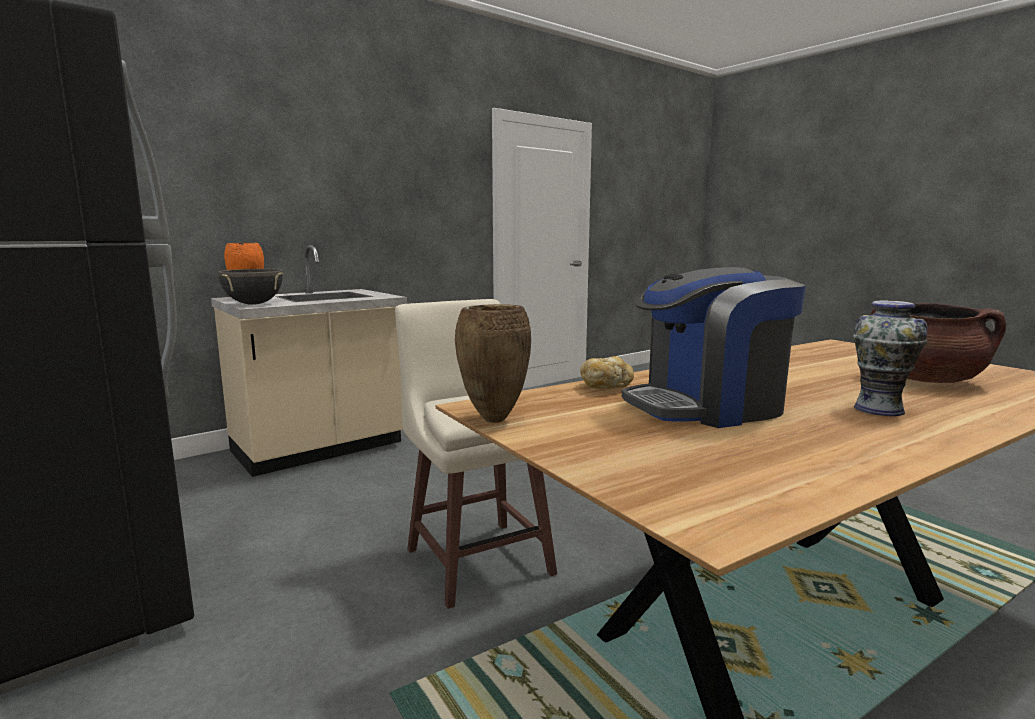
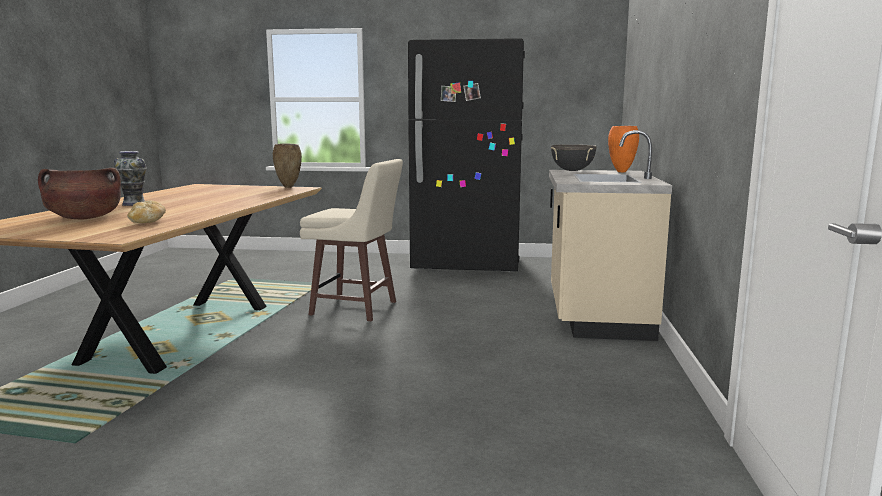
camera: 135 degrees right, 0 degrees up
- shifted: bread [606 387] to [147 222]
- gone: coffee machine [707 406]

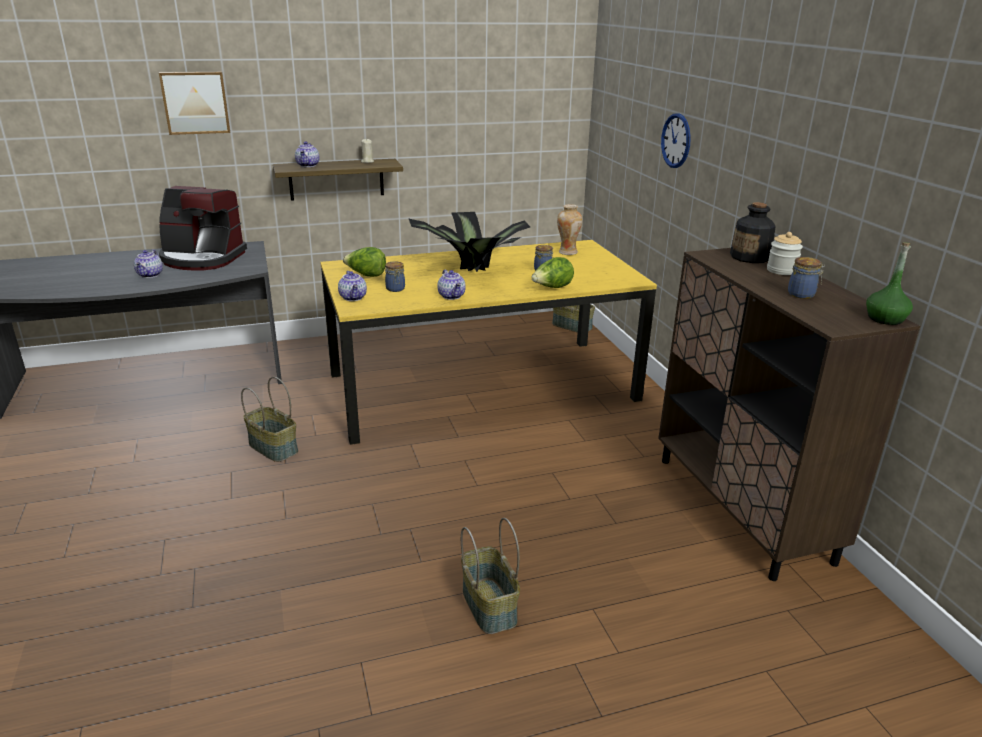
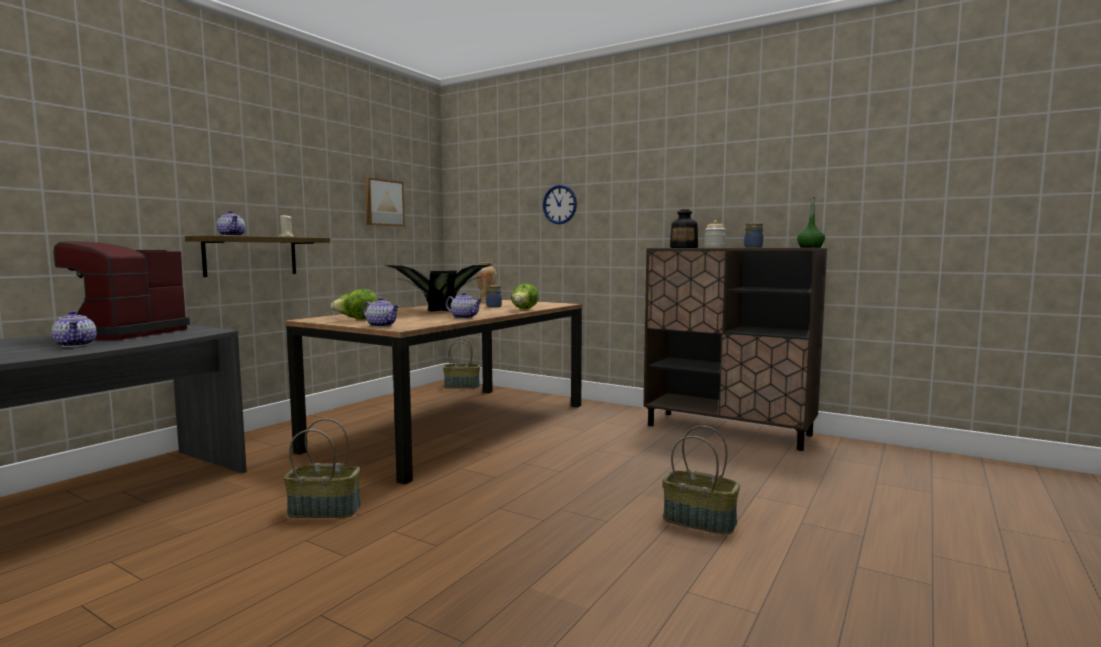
camera: 40 degrees left, 20 degrees down
- rotated: coffee machine [202 258] = [123 333] 135 degrees clockwise
- repainted: dining table in yellow [483 386] to dining table in brown [456 426]
- shifted: picture [195 102] to [383 203]
- gone: jar [395 289]

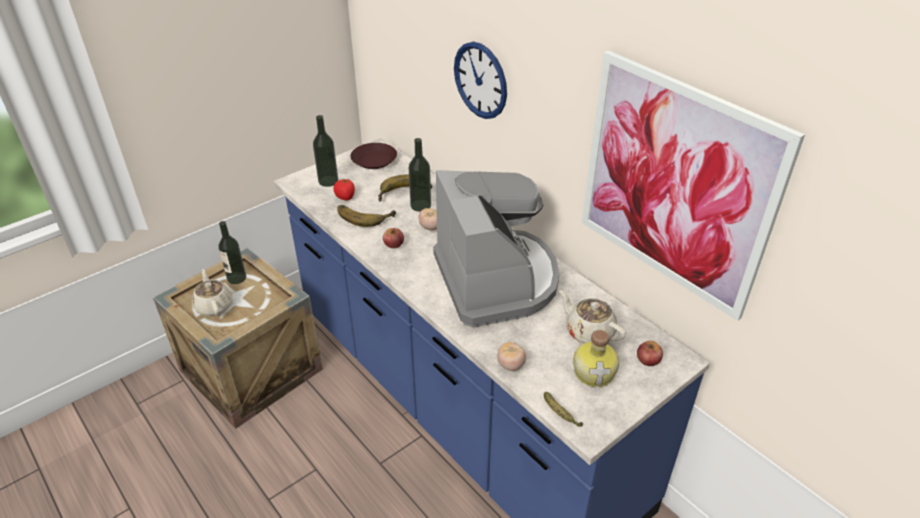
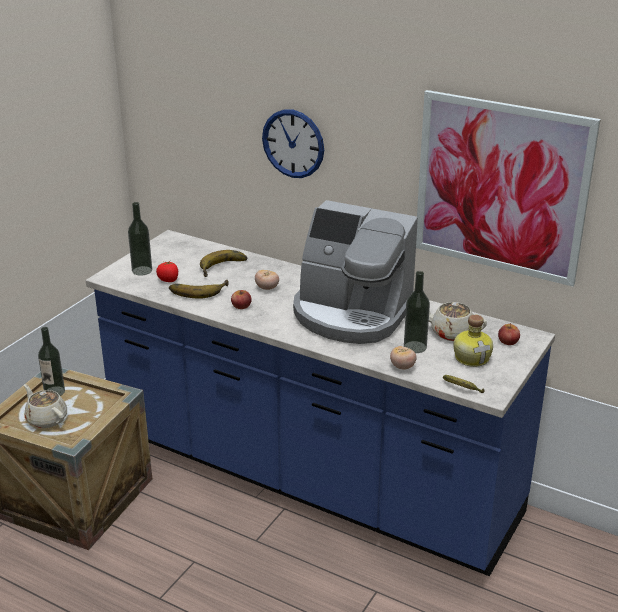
camera: 20 degrees left, 10 degrees down
- rotated: coffee machine [496 280] = [351 314] 150 degrees clockwise
- shifted: bottle [420 205] to [415 347]
- gone: plate in brown [373 160]

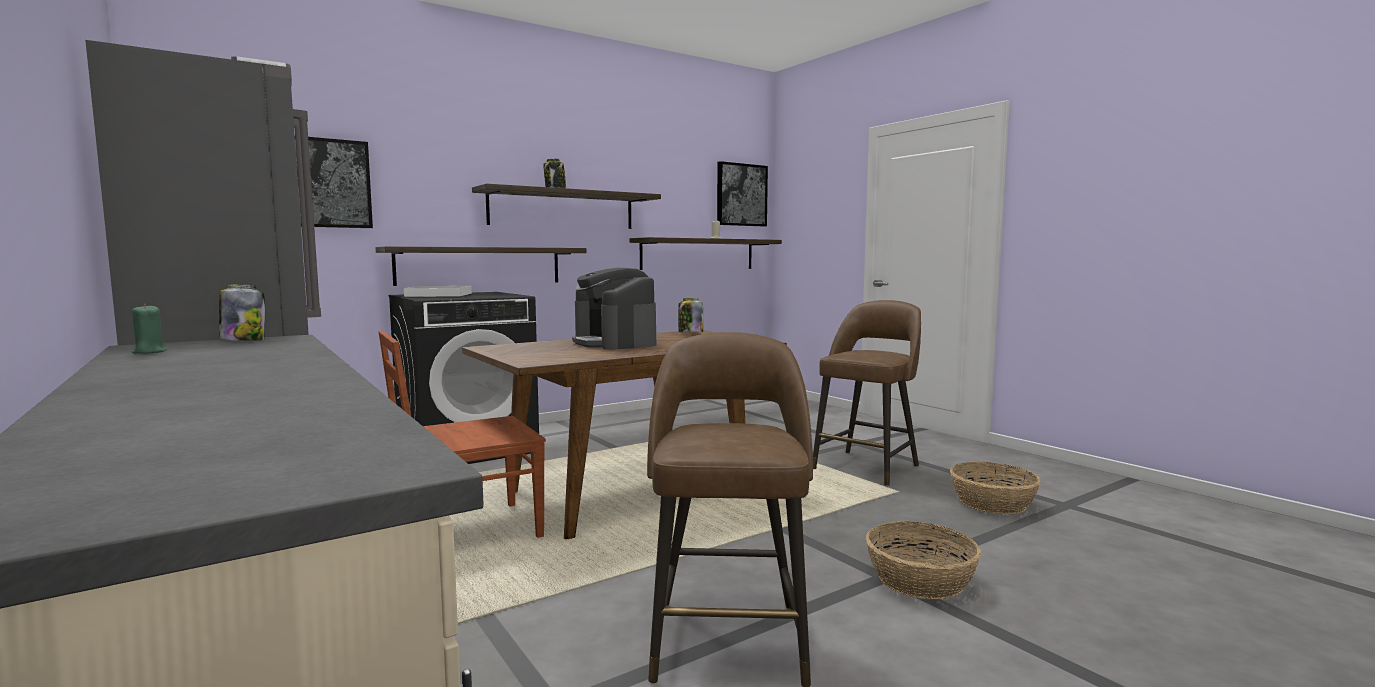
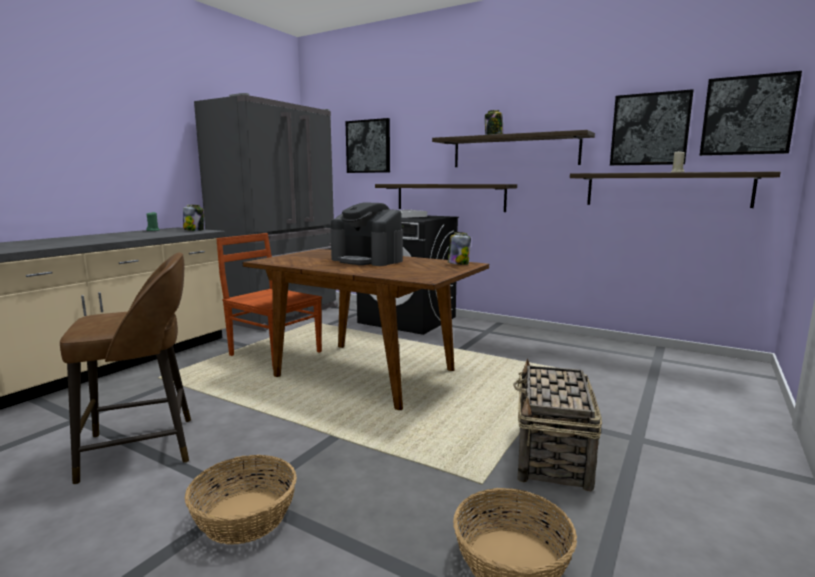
camera: 65 degrees right, 5 degrees up
- rotated: coffee machine [615 343] = [368 260] 90 degrees counterclockwise
- swapped: stool in brown [867 467] to basket [552 456]
- new: picture [650 129]

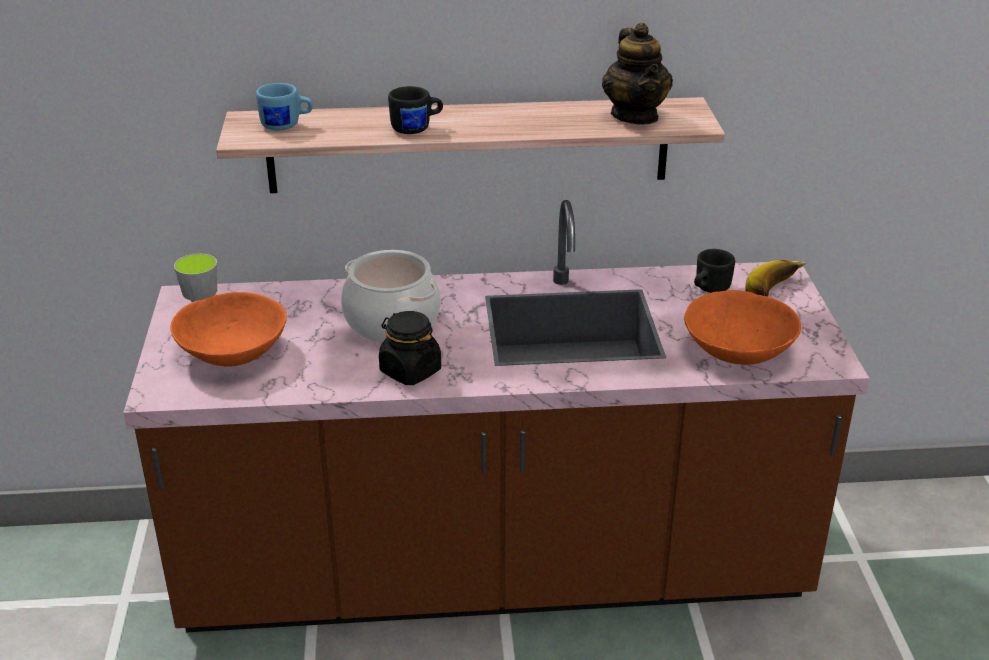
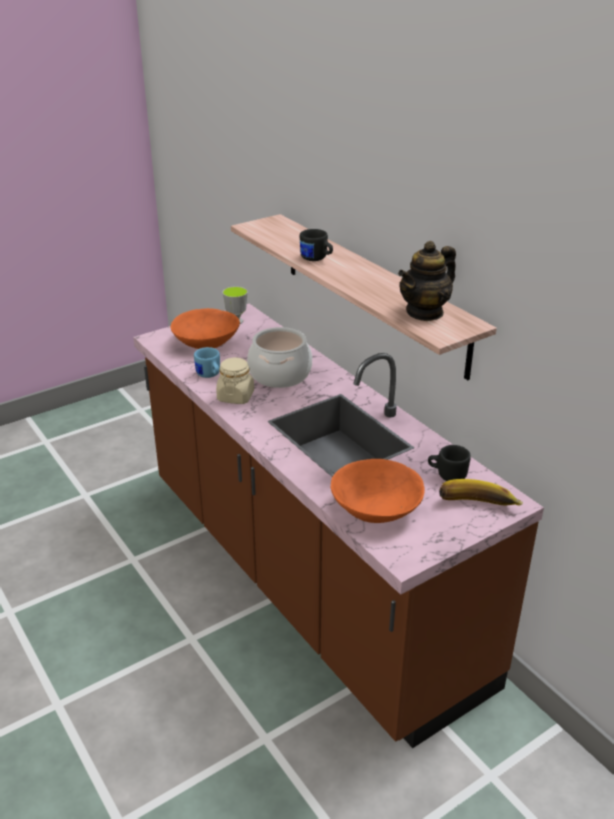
camera: 60 degrees right, 0 degrees up
- shifted: mug in blue [286 125] to [209 375]
- repainted: jar in black [410 371] to jar in beige [235 396]

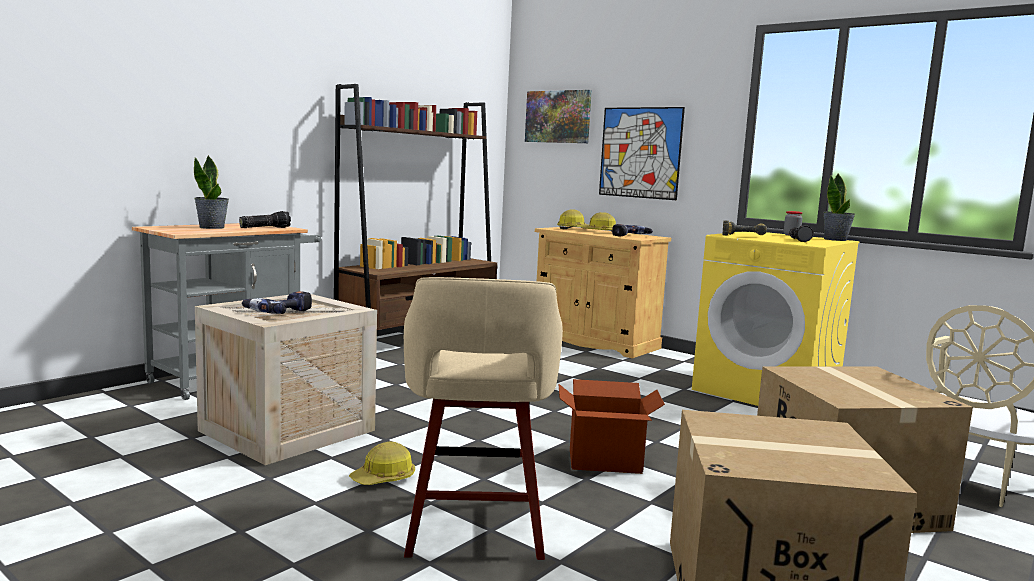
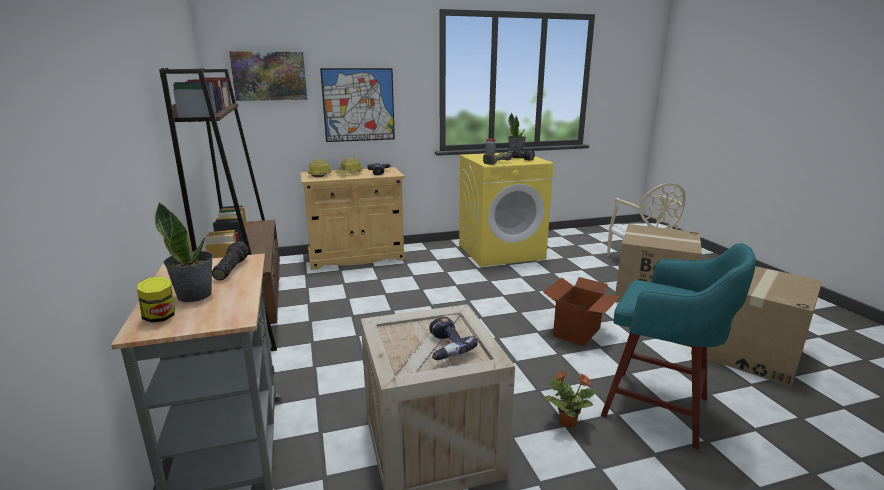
camera: 55 degrees left, 10 degrees up
- new: jar [160 317]
- swapped: hard hat [384 478] to potted plant [566 422]
- repainted: stool in beige [474 527] to stool in turquoise [659 408]

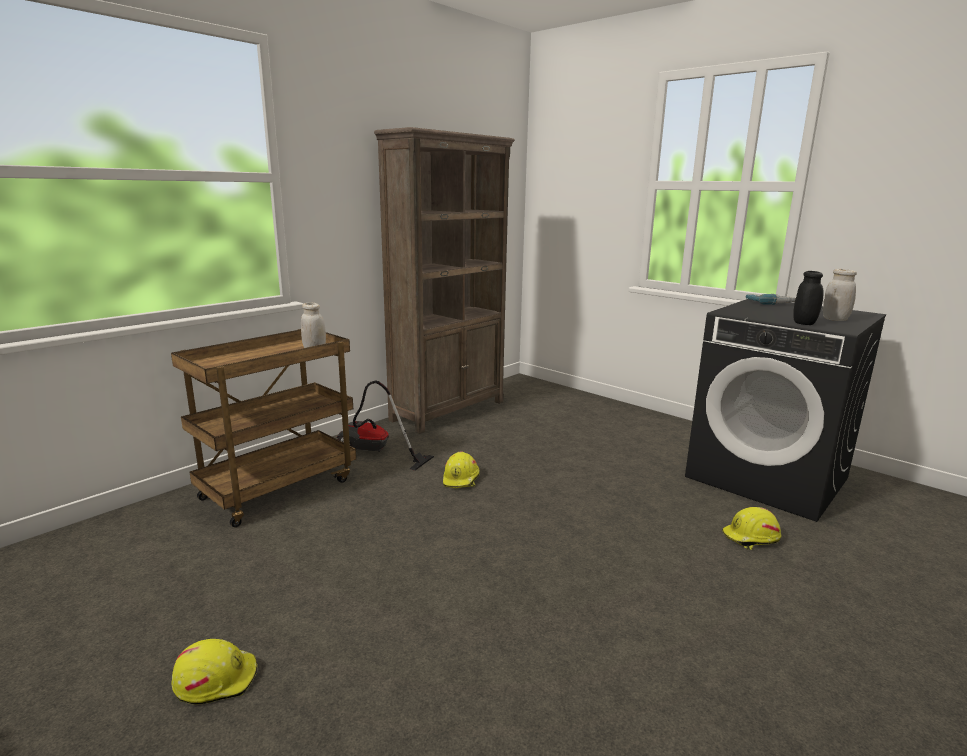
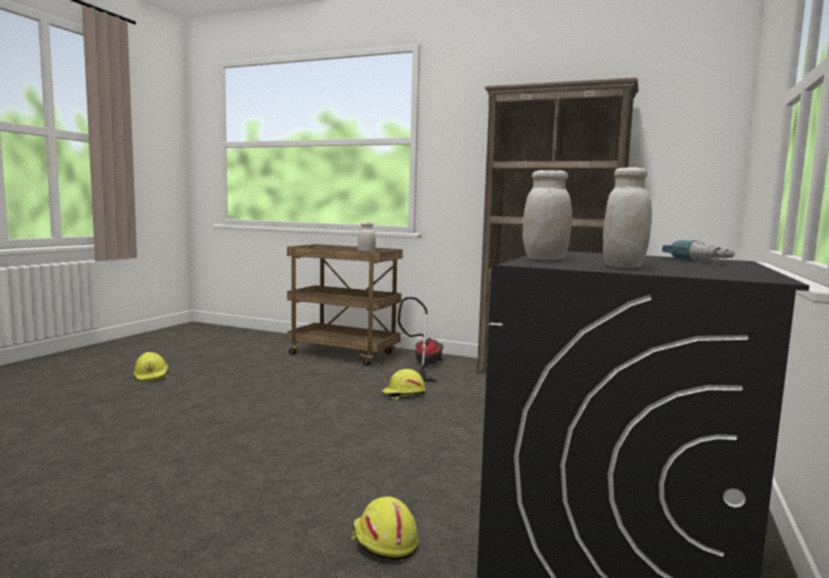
camera: 70 degrees right, 10 degrees down
- repainted: jar in black [804 323] to jar in white [545 259]

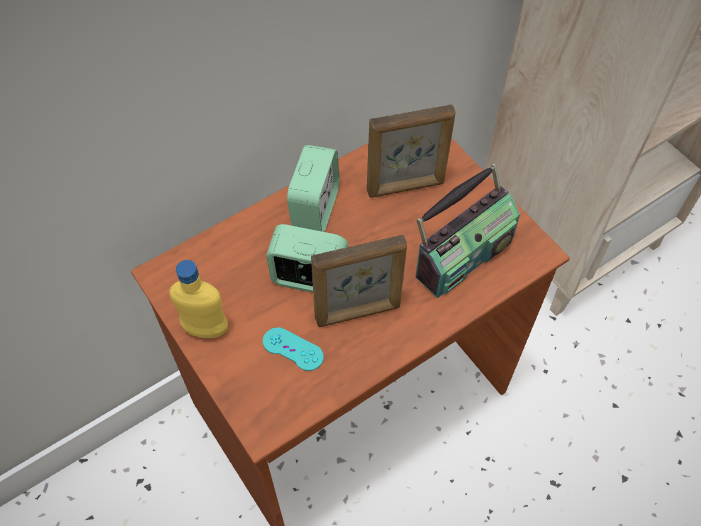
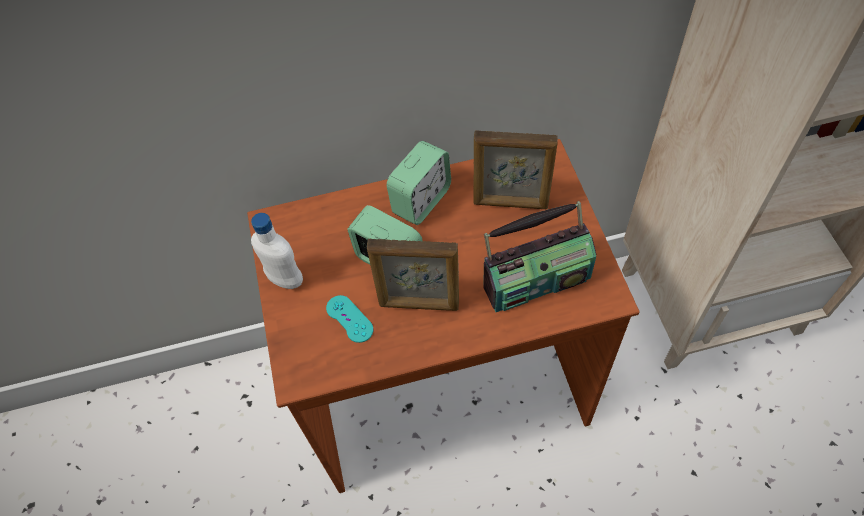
camera: 25 degrees right, 0 degrees up
- repainted: bottle in yellow [206 329] to bottle in white [285 279]

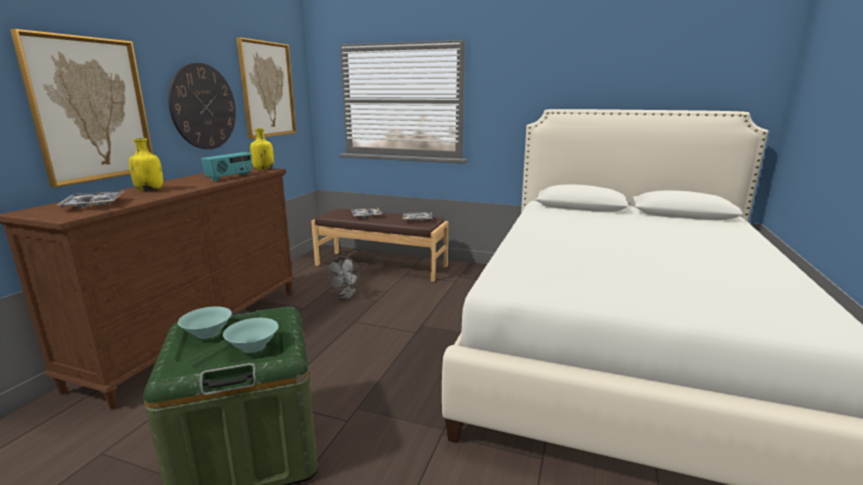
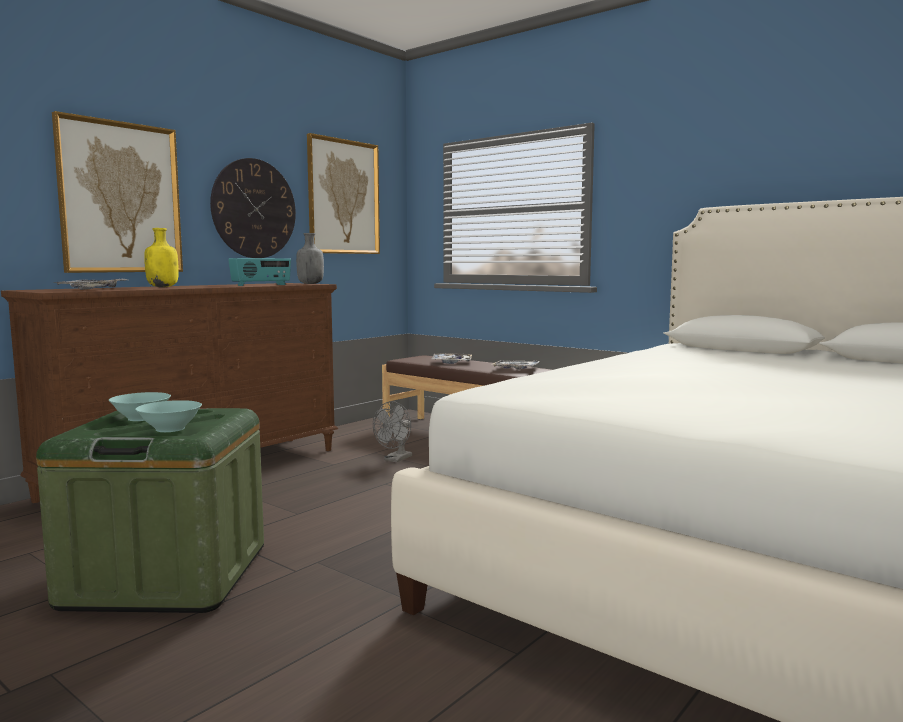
camera: 20 degrees right, 10 degrees down
- repainted: bottle in yellow [263 169] to bottle in grey [310 283]

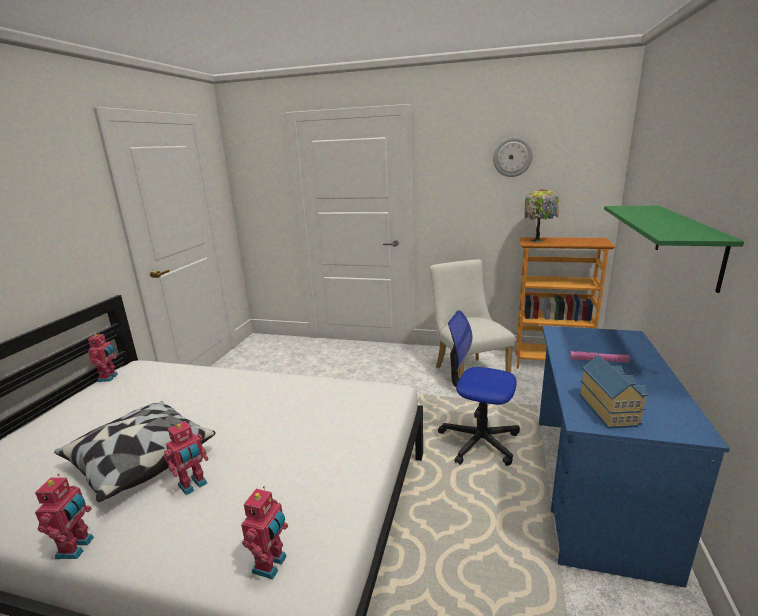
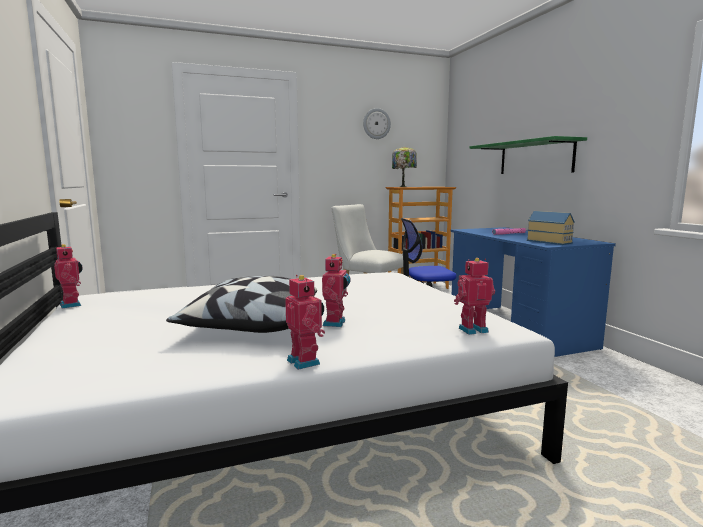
camera: 35 degrees left, 10 degrees down
- rotated: toy robot [271 565] = [472 329] 90 degrees counterclockwise

